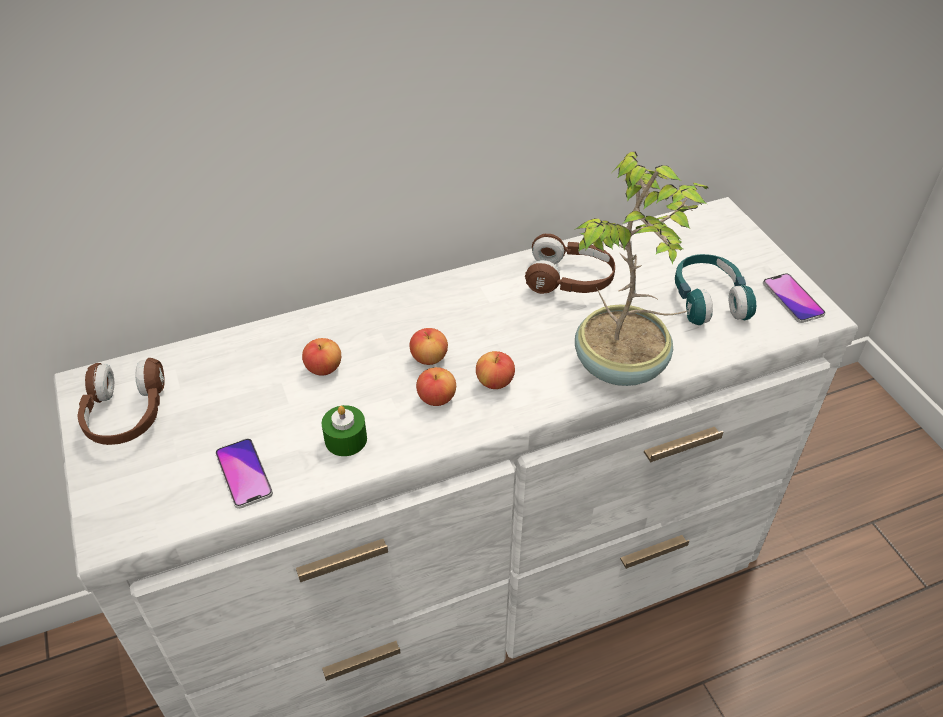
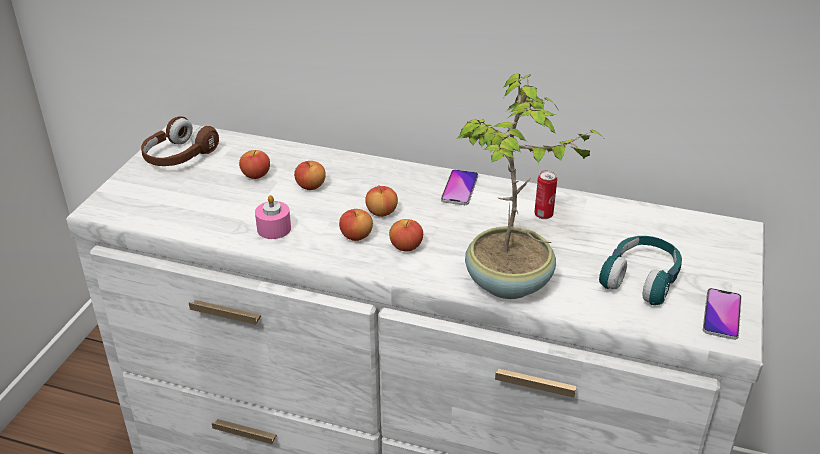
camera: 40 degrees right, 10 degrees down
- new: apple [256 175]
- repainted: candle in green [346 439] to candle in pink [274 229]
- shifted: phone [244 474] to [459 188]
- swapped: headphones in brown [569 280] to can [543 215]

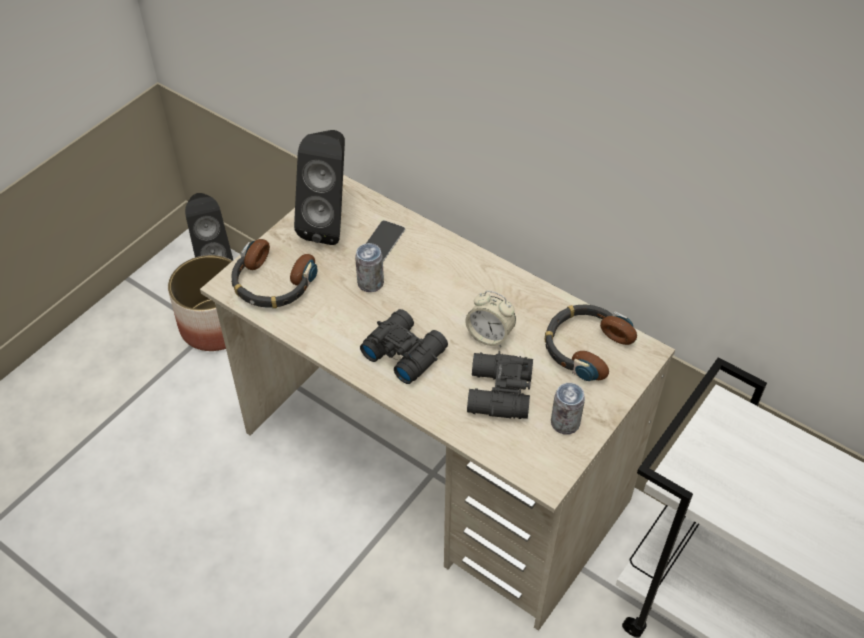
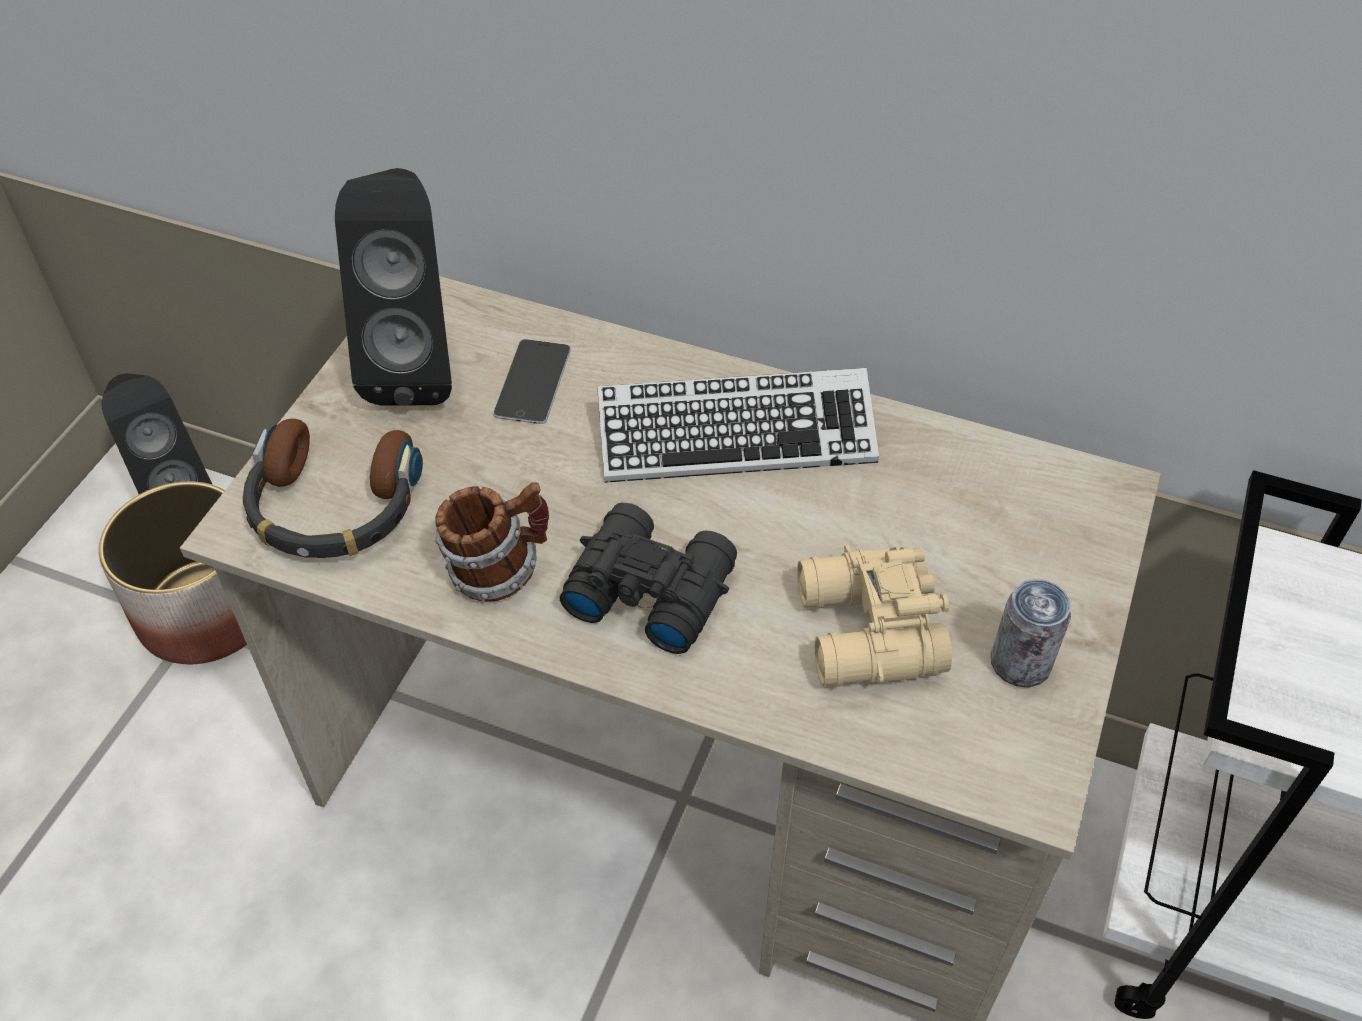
camera: 15 degrees left, 0 degrees up
- new: mug [499 570]
- new: keyboard [736 437]
- repainted: binoculars in black [497 394] to binoculars in beige [865 633]
- gone: can [370 283]
- gone: alarm clock [489 335]
- gone: headphones [585 346]

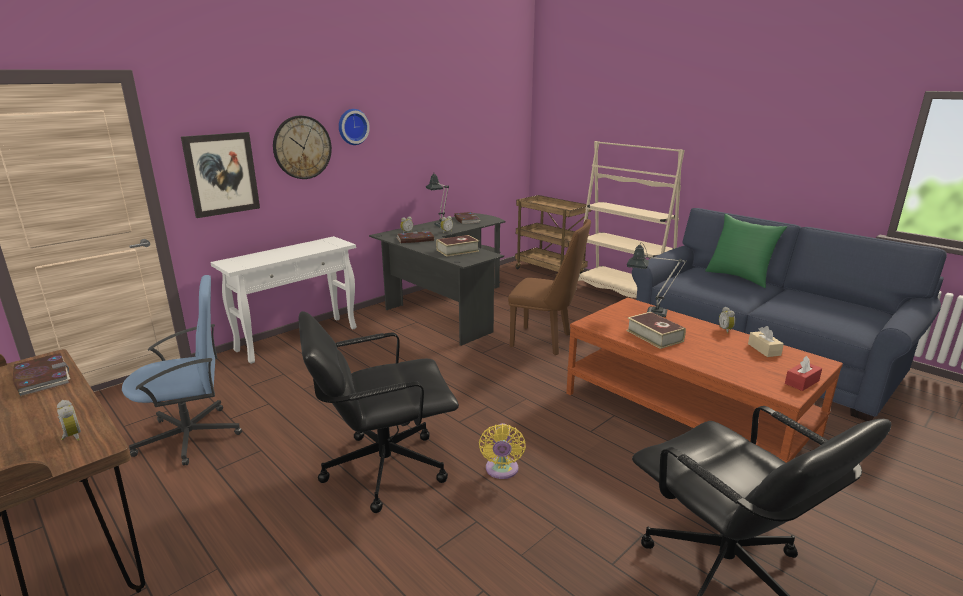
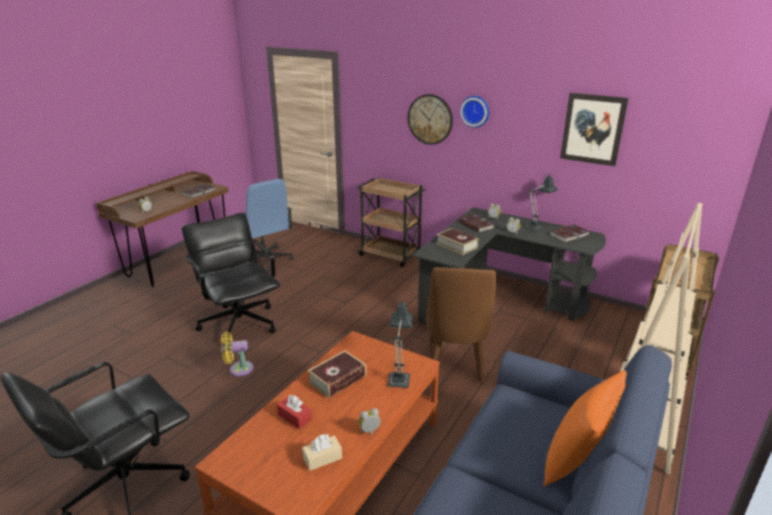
camera: 75 degrees right, 5 degrees up
- shifted: tissue box in red [801 382] to [294 417]
- swapped: console table in white [298 339] to cart in brown [391 255]
- repainted: pillow in green [739 277] to pillow in orange [577 461]
- shifted: picture [222 174] to [593 129]

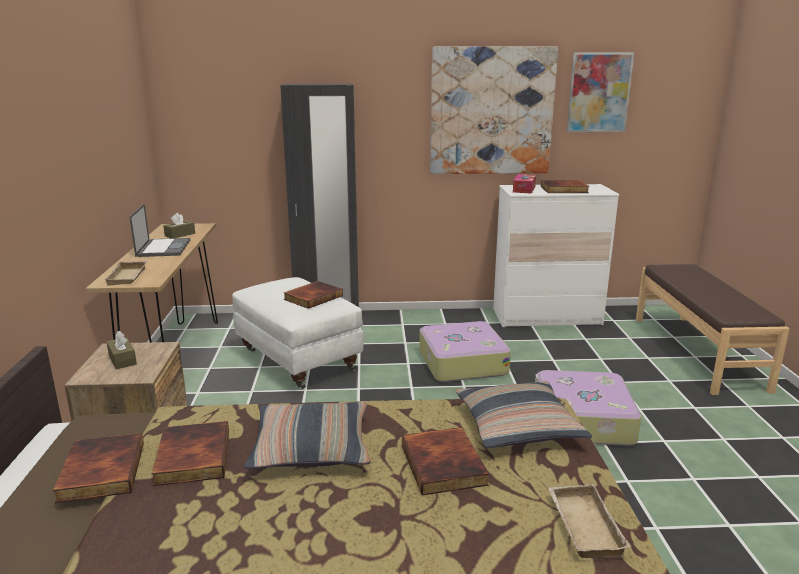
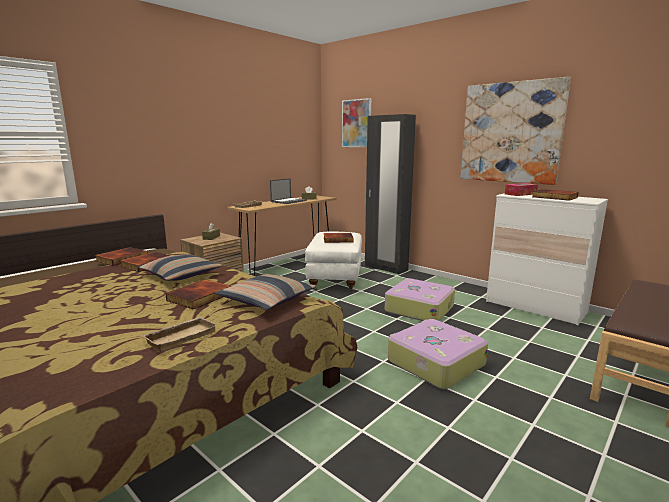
camera: 45 degrees right, 5 degrees down
- shifted: picture [599 92] to [356 123]

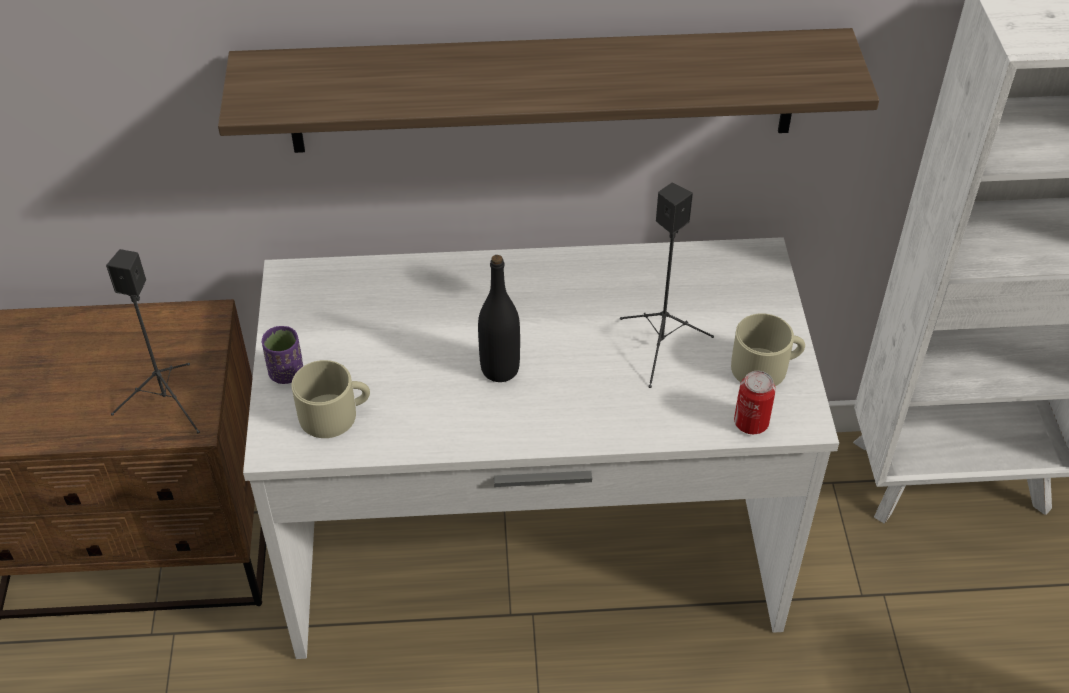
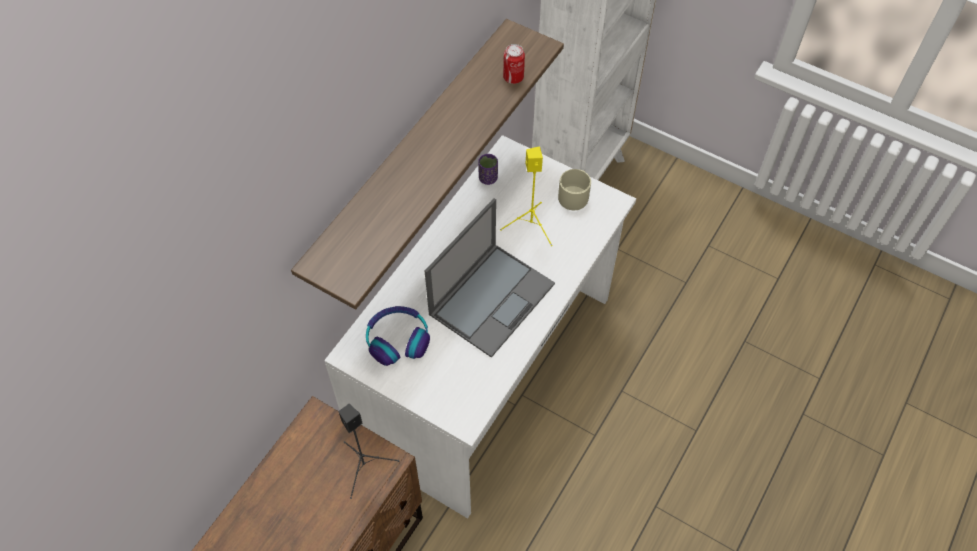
camera: 55 degrees left, 10 degrees up
- new: headphones [398 339]
- swapped: bottle in black [500 369] to laptop [492 298]
- shifted: cup in purple [286 373] to [488 178]
- repainted: speaker in black [662 346] to speaker in yellow [530 225]
- shifted: can [751 423] to [513 77]
- gone: mug in beige [335 414]

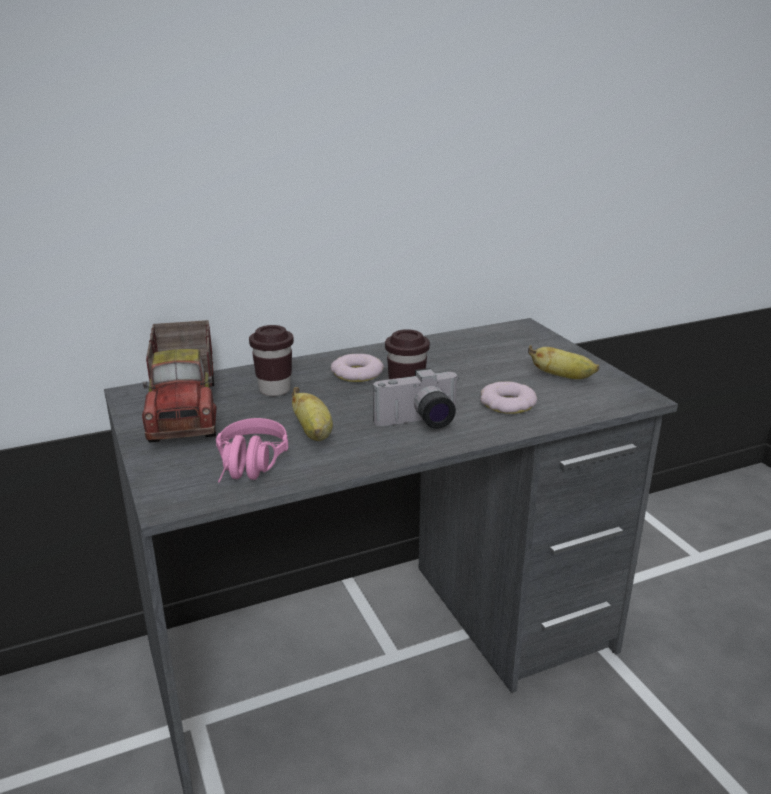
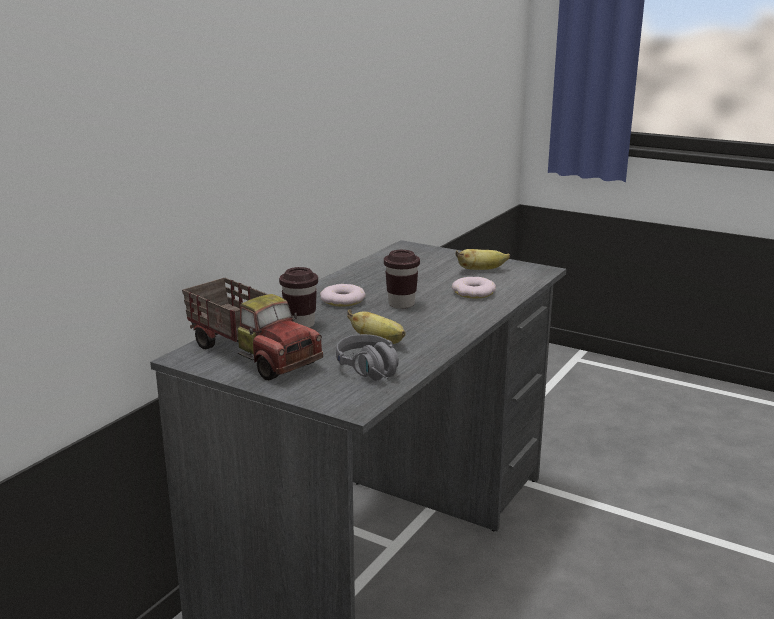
camera: 35 degrees left, 5 degrees down
- repainted: headphones in pink [249 468] to headphones in grey [373 372]
- gone: photo camera [419 423]

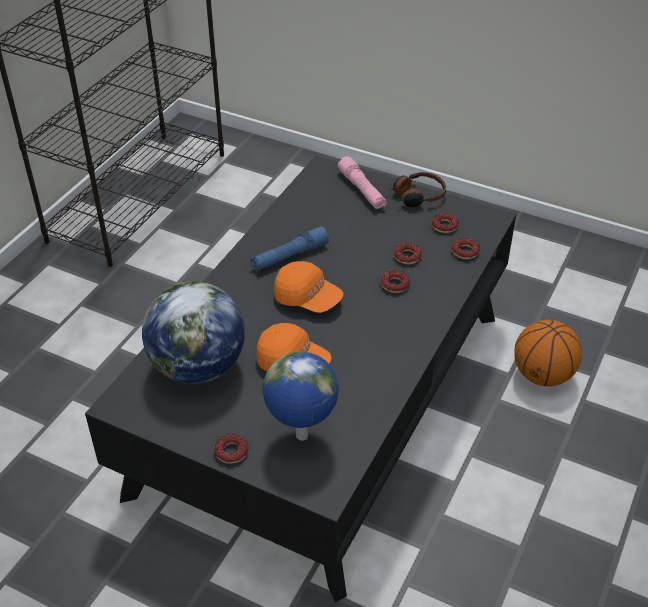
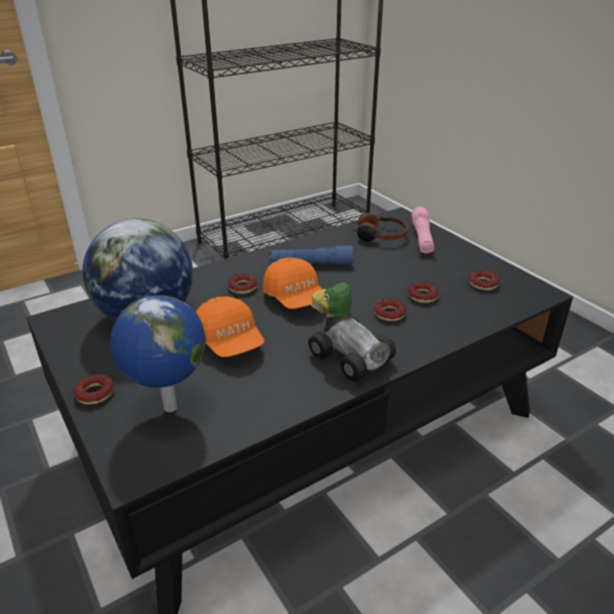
camera: 30 degrees right, 10 degrees down
- shifted: donut [465 251] to [242 287]
- new: toy car [349 354]
- shifted: headphones [418 195] to [379 235]
- gone: basketball [542 375]

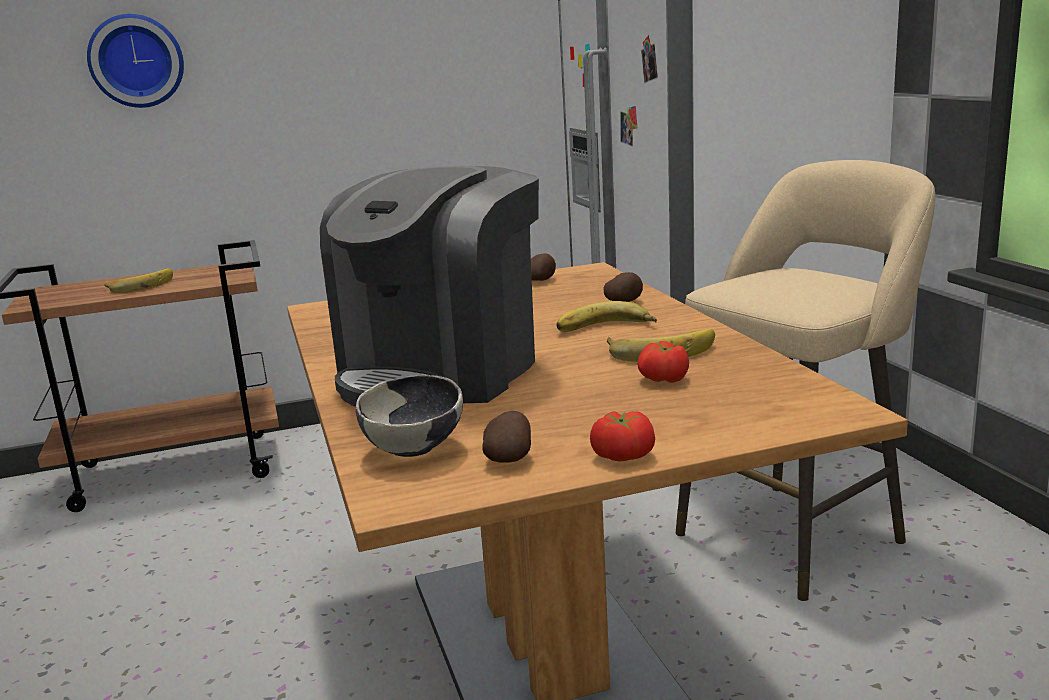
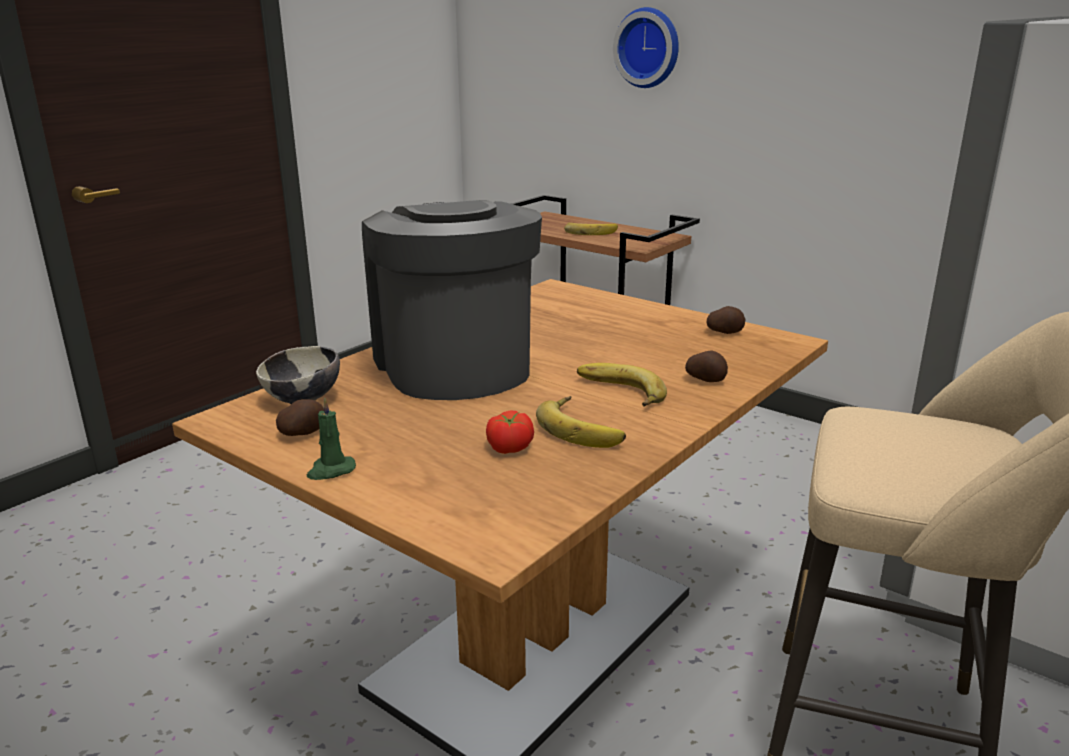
camera: 55 degrees right, 5 degrees up
- swapped: tomato [622 454] to candle in green [330 470]
- rotated: coffee machine [442 372] = [453 365] 75 degrees clockwise

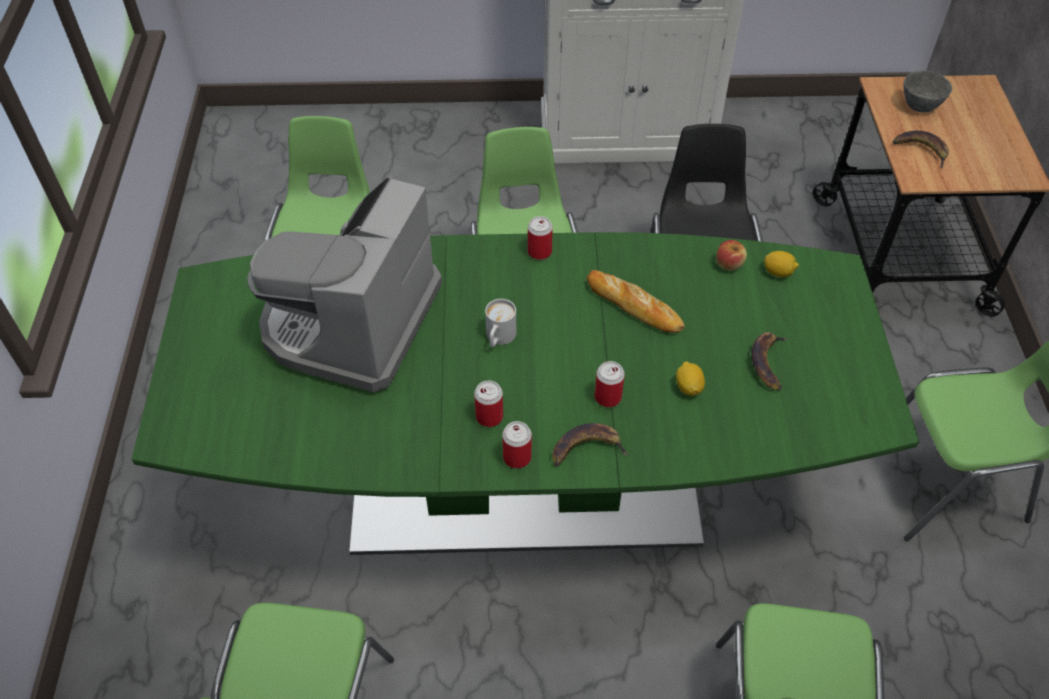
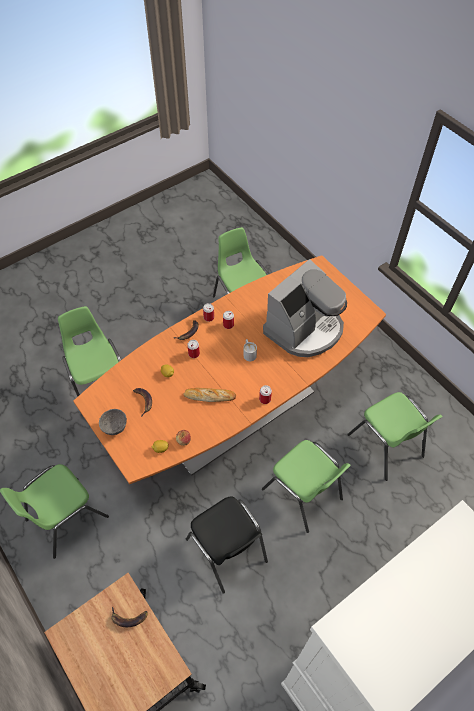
camera: 145 degrees right, 5 degrees up
- repainted: dining table in green [523 488] to dining table in orange [237 410]
- shifted: bowl in grey [919 106] to [115 428]
- rotated: coffee machine [351 323] = [304 329] 60 degrees clockwise

